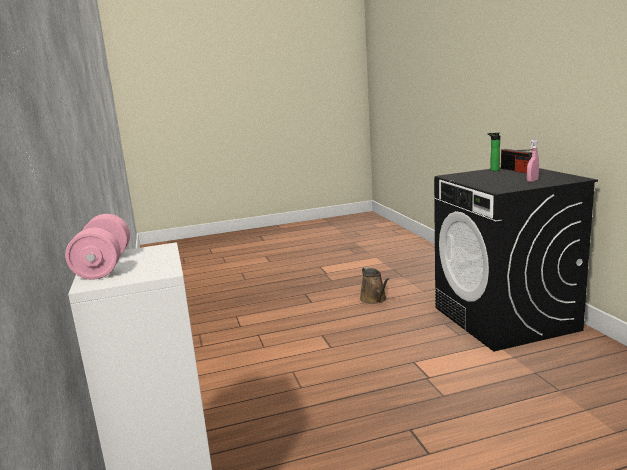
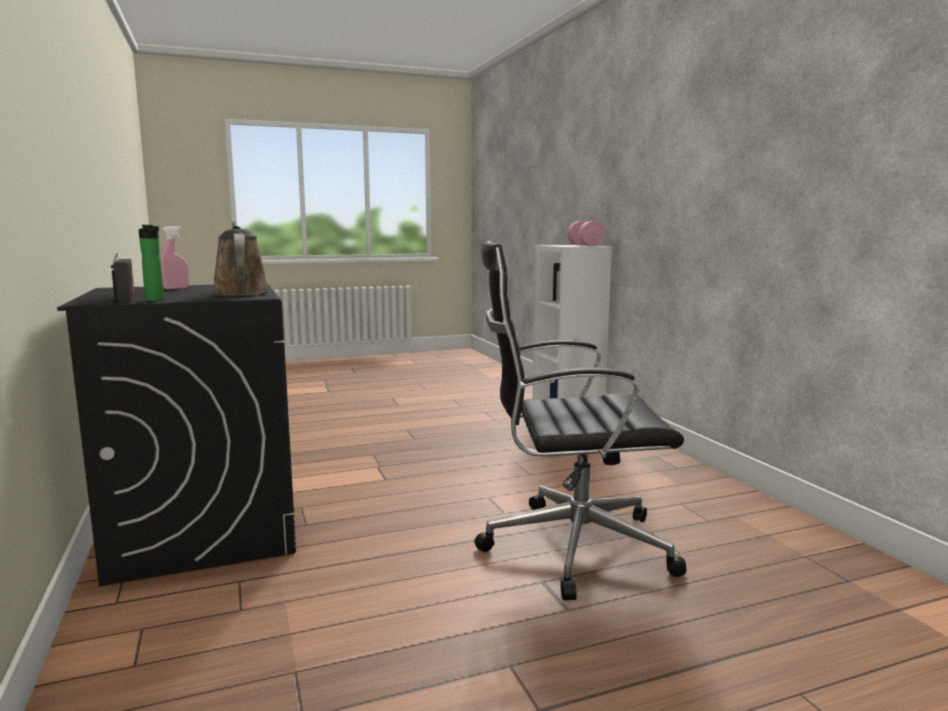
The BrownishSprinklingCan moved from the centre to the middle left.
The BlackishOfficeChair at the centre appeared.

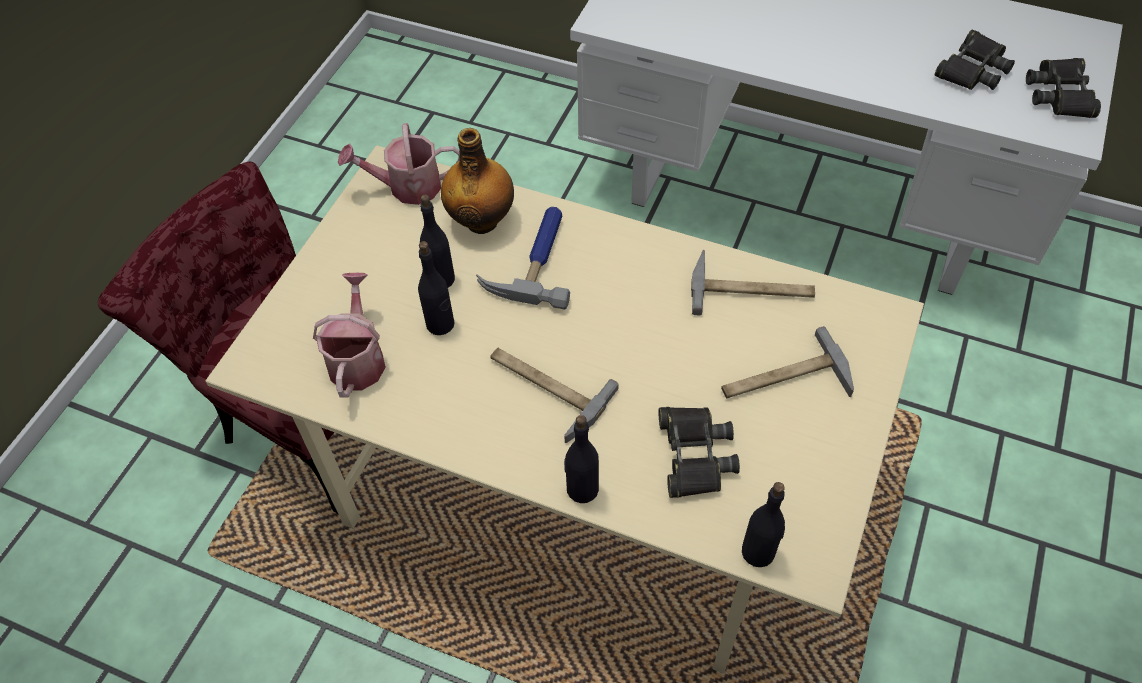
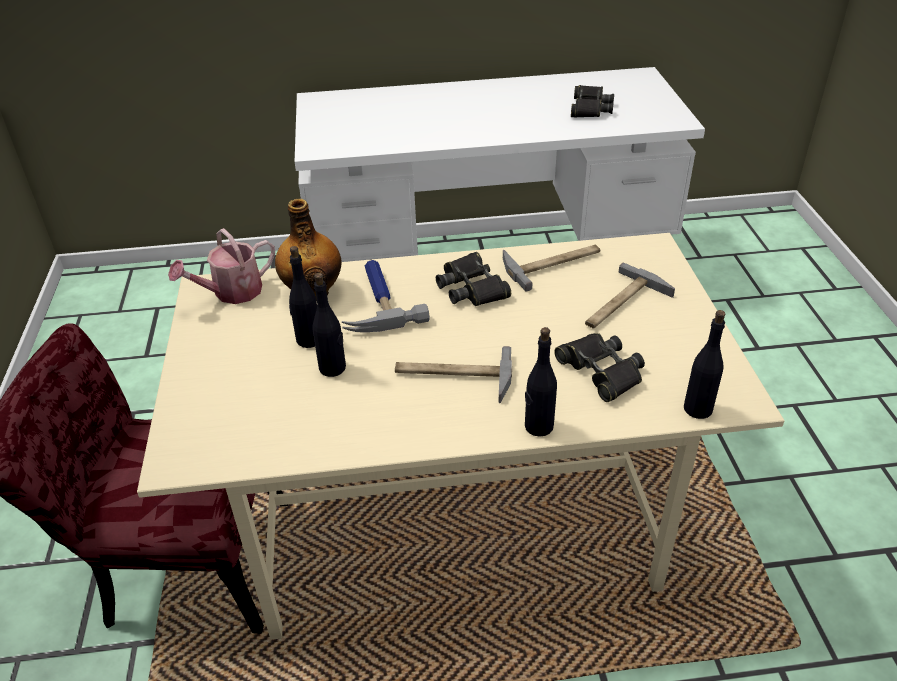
The BlackishBinoculars (no. 3 from left in the first image) moved from the top right to the centre.
The SprinklingCan (no. 1 from left) at the middle left disappeared.

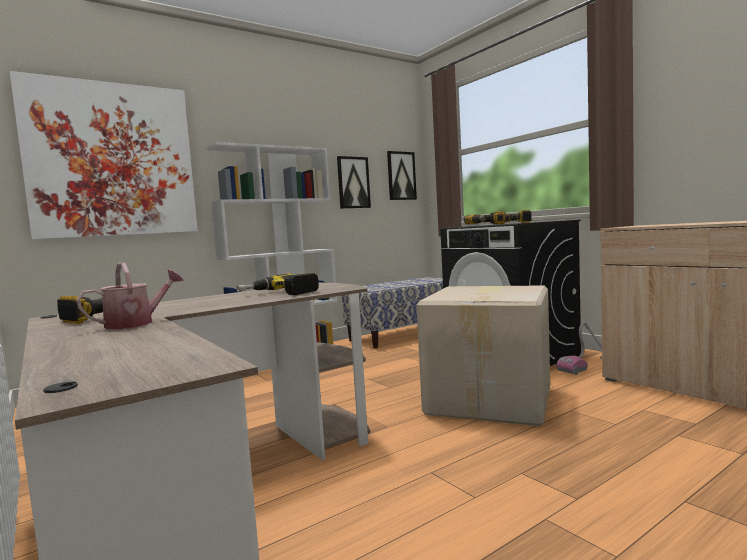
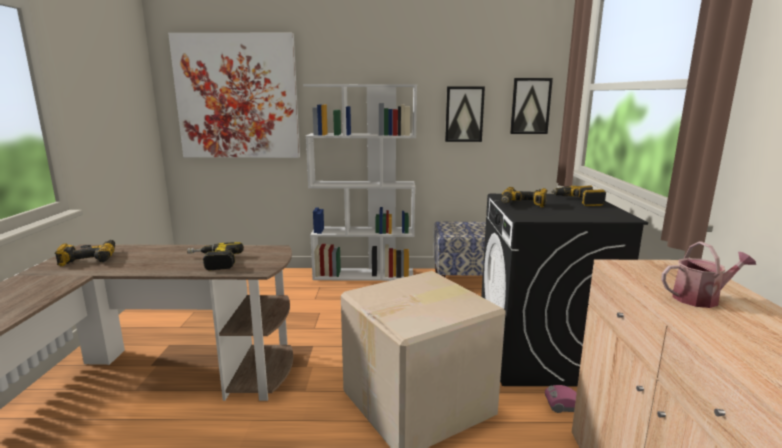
The SprinklingCan moved from the middle left to the middle right.

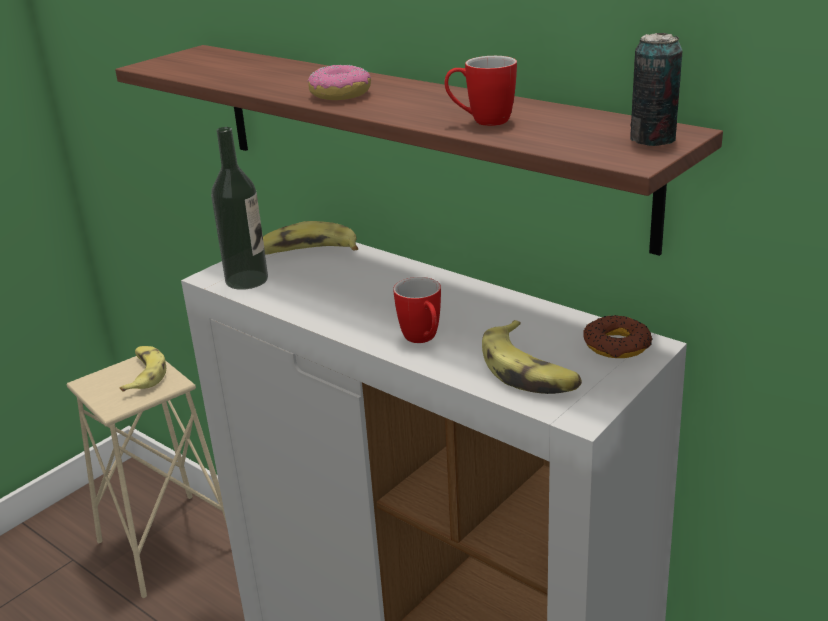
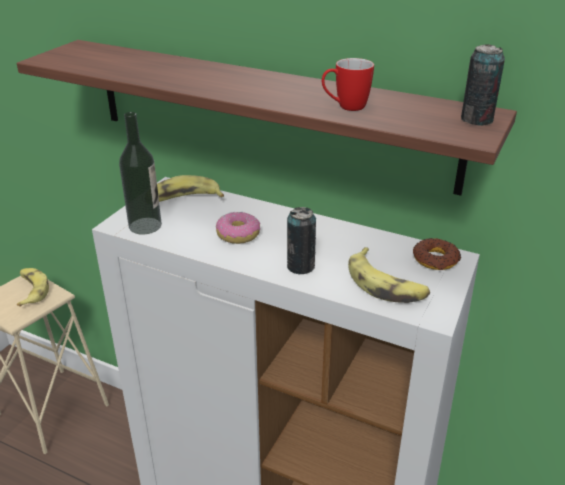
The Doughnut (no. 1 from left) moved from the top centre to the centre.
The Mug (no. 1 from left) at the centre was replaced by the SealedCan (no. 1 from left) at the centre.

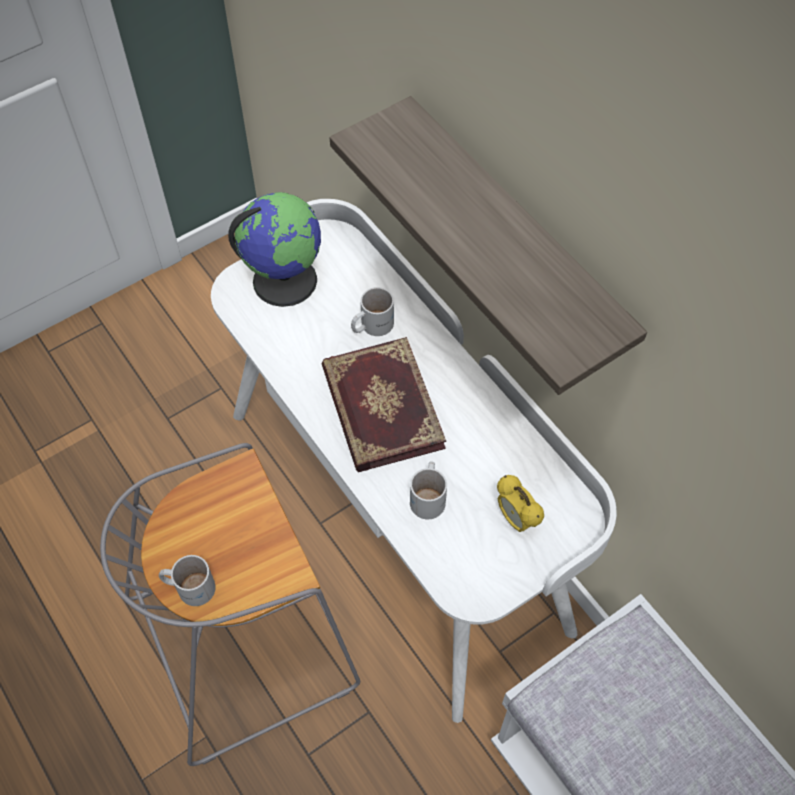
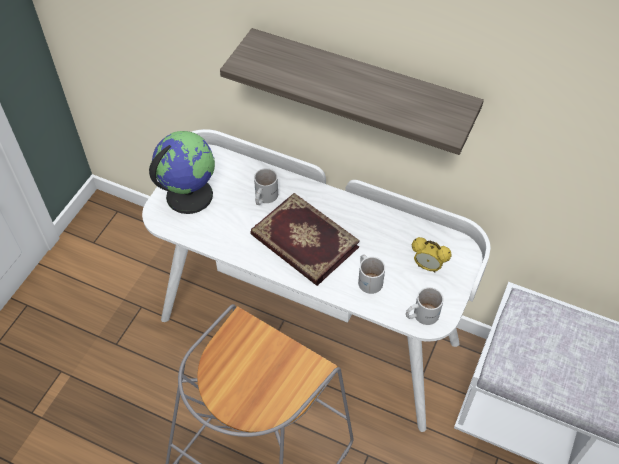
The WhiteMug (no. 1 from left in the first image) moved from the bottom left to the middle right.

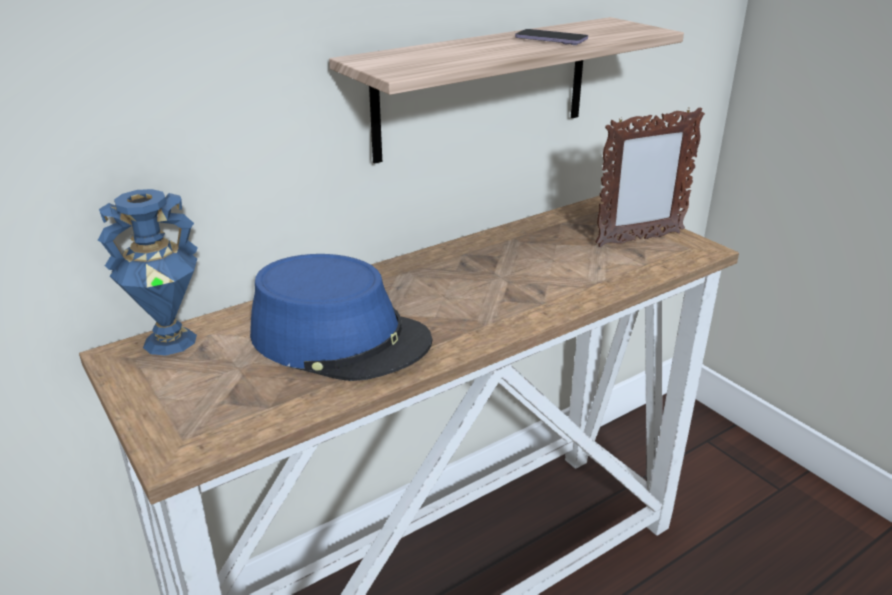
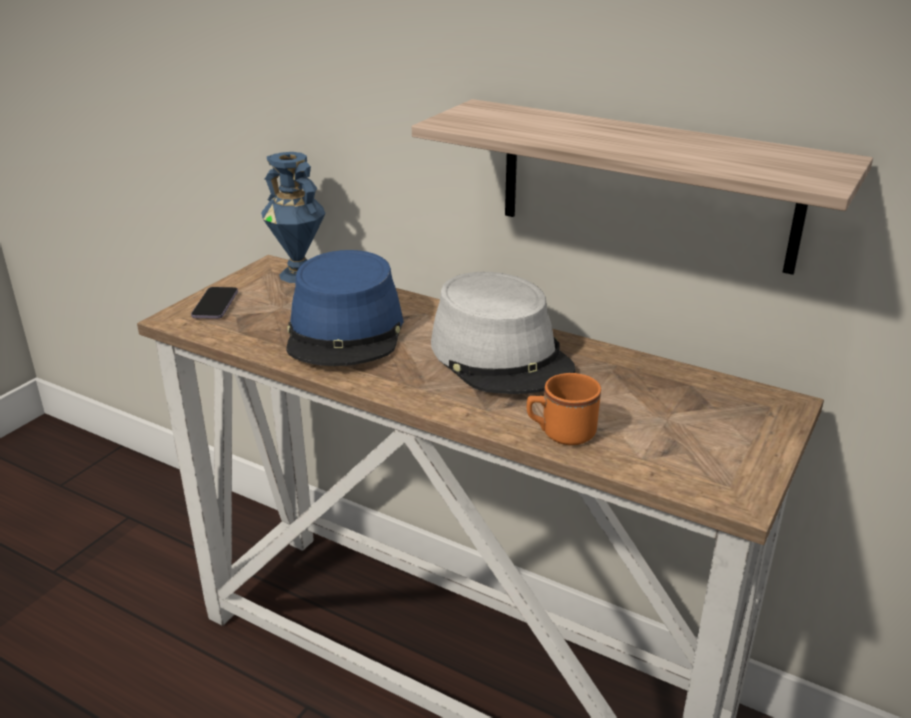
The Telephone moved from the top centre to the middle left.
The GreyishWearableHat at the centre appeared.
The OrangeColouredMug at the centre appeared.
The PhotoFrame at the top right disappeared.

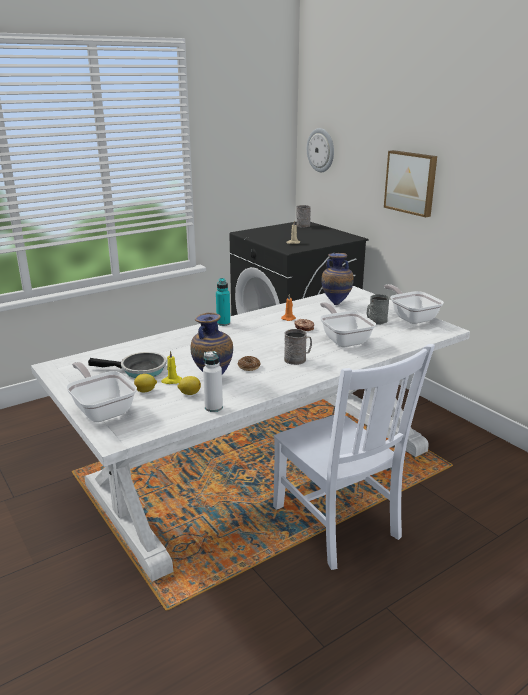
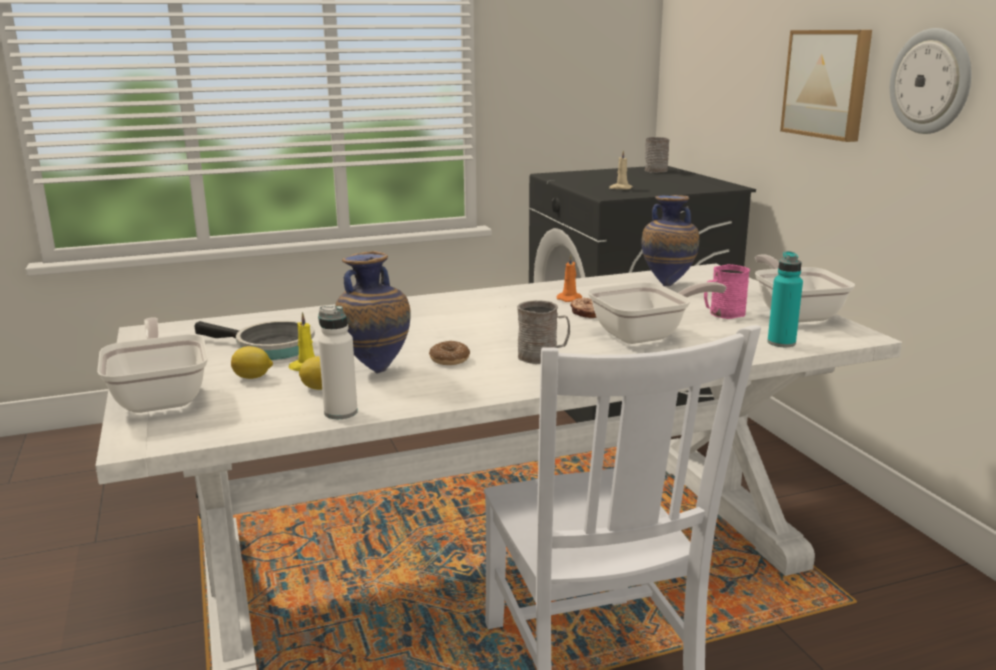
The Skillet (no. 3 from left) at the centre turned 75 degrees clockwise.
The GreyishMug (no. 3 from left) at the middle right became the PinkColouredMug at the middle right.
The TurquoiseColouredBeverageBottle moved from the centre to the middle right.
The HangingClock moved from the top centre to the top right.

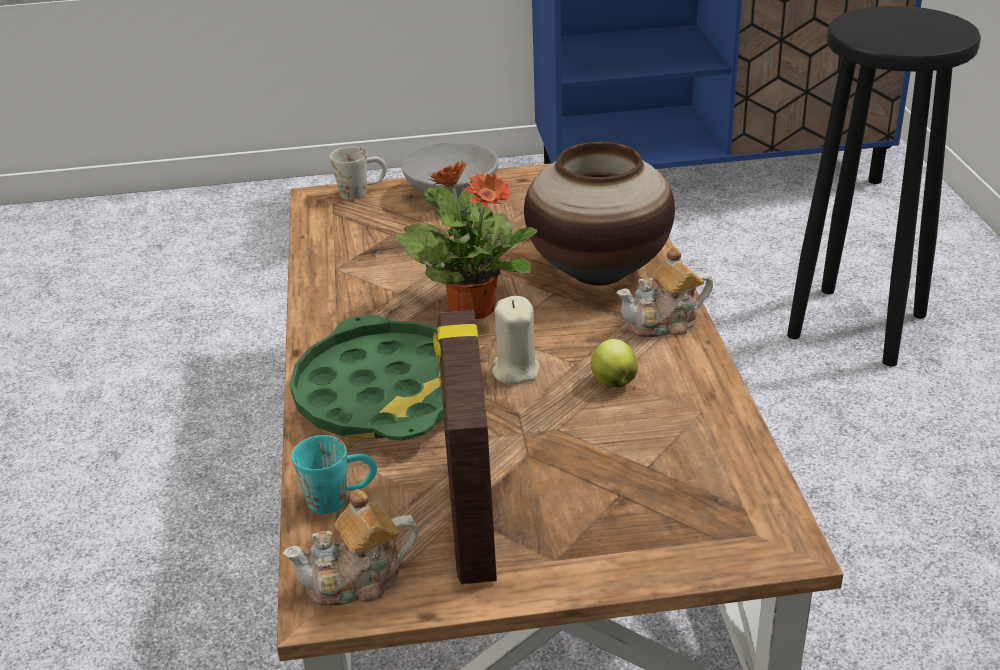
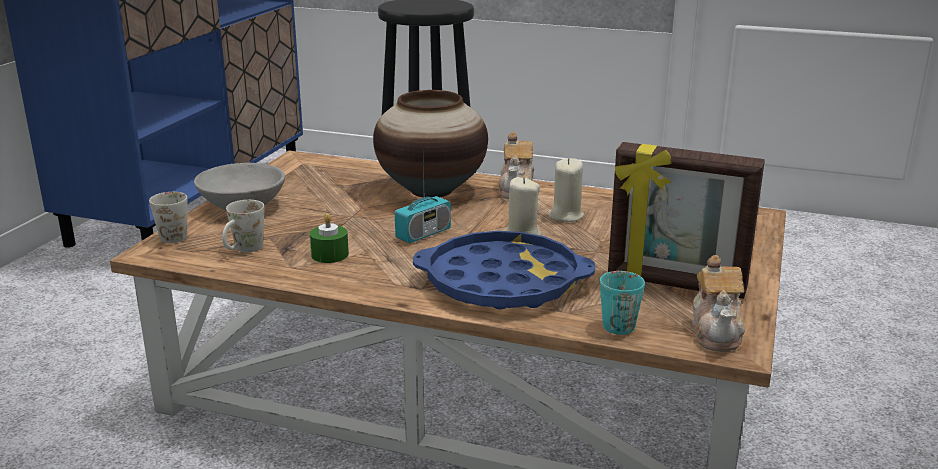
The WhiteMug (no. 2 from left) at the middle left appeared.
The GreenColouredCandle at the centre appeared.
The PottedPlant at the centre was replaced by the RadioSet at the centre.
The GreenColouredCarryingTray at the centre became the BluishCarryingTray at the centre.
The AppleFruit at the centre was replaced by the BeigeCandle (no. 2 from left) at the centre.

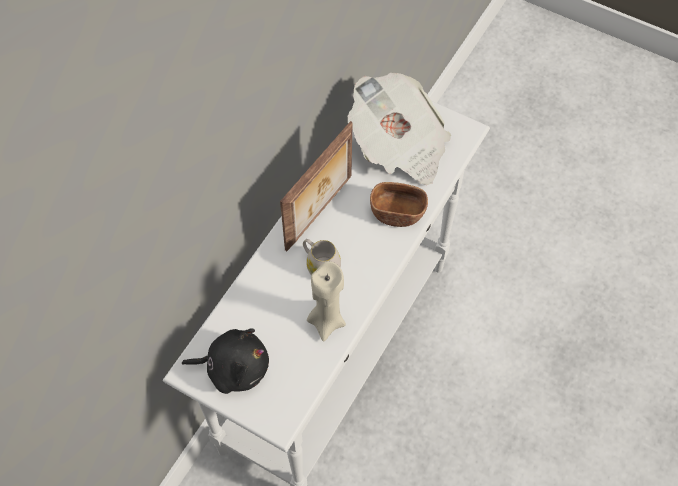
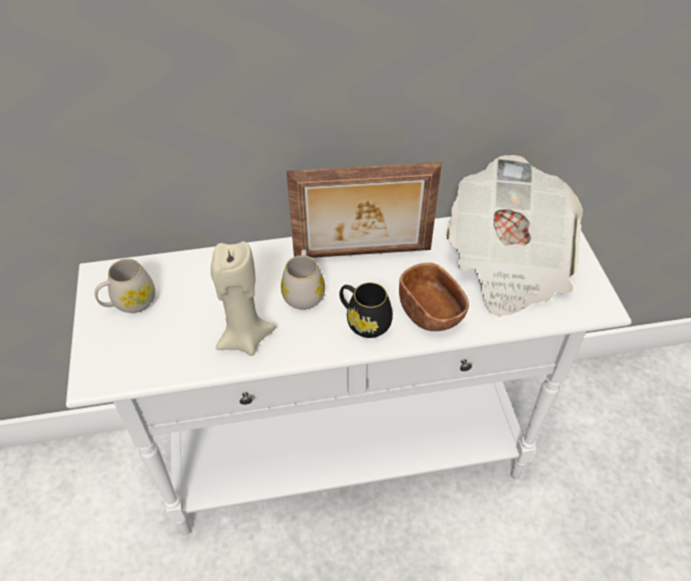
The BlackishSoftToy at the bottom left was replaced by the WhiteMug (no. 1 from left) at the middle left.
The BlackishMug at the centre appeared.

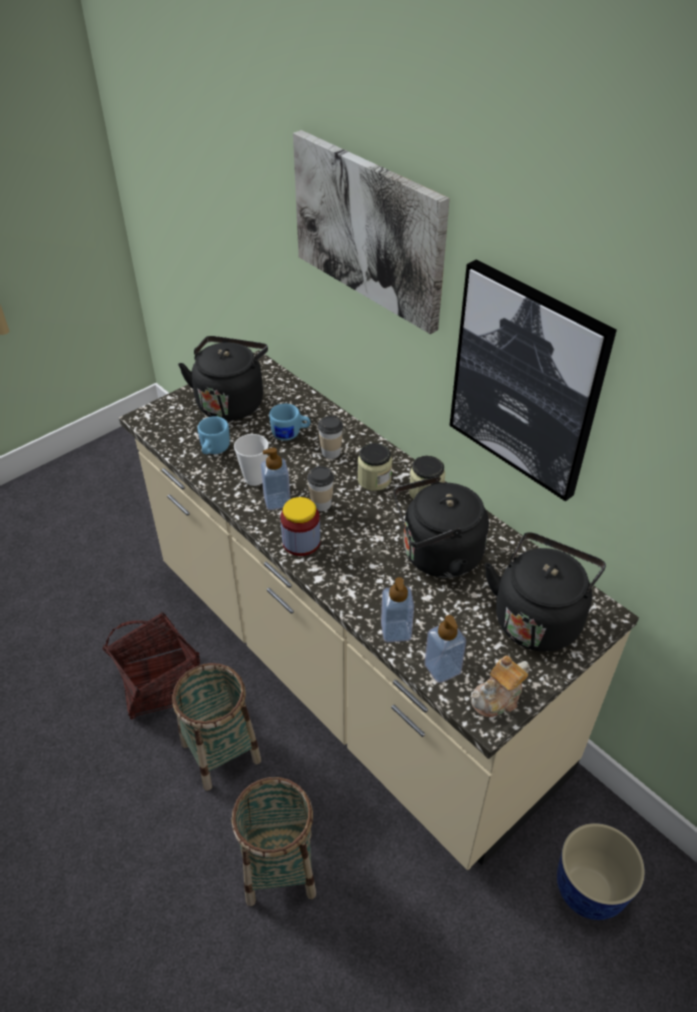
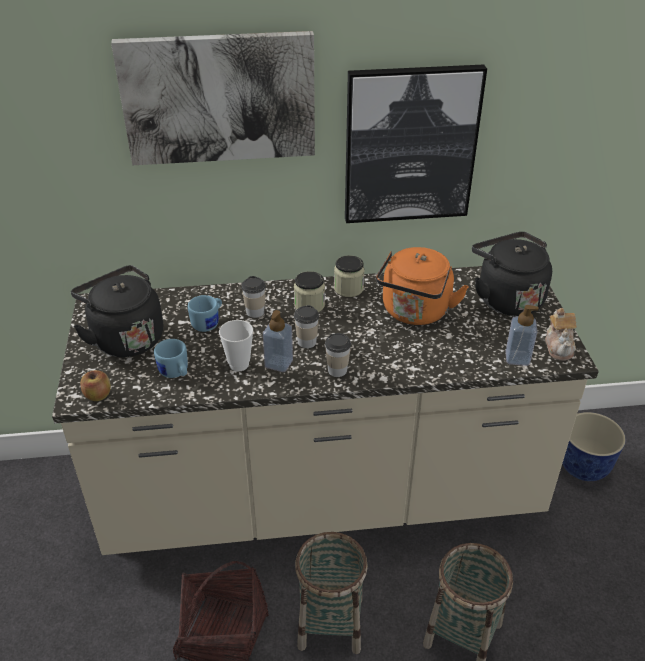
The AppleFruit at the middle left appeared.
The StorageJar (no. 1 from left) at the centre was replaced by the DrinkingCup (no. 4 from left) at the centre.
The BlackishWaterKettle (no. 2 from left) at the centre became the OrangeColouredWaterKettle at the centre.
The LiquidSoapBottle (no. 2 from left) at the centre disappeared.

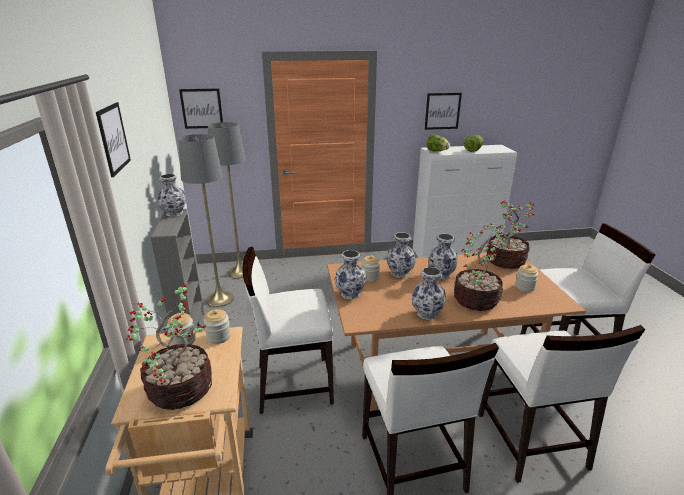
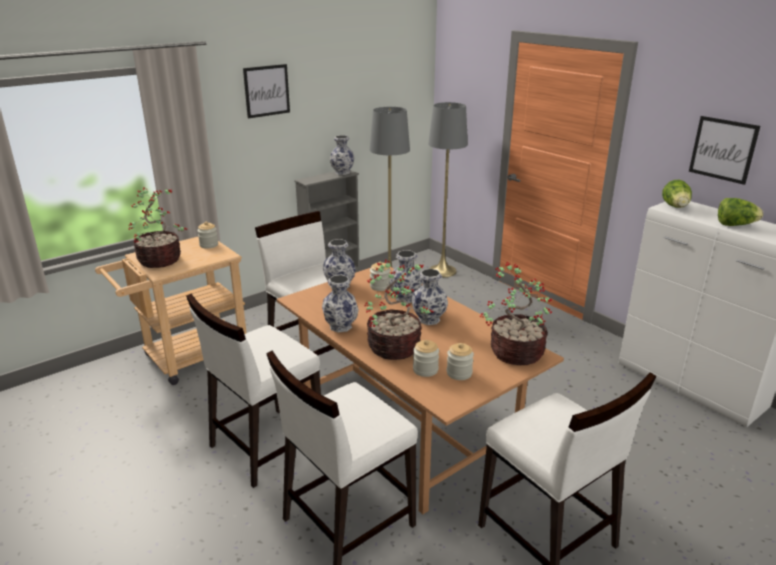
The StorageJar (no. 2 from left in the first image) moved from the middle left to the centre.
The WallArt (no. 2 from left) at the top left disappeared.

